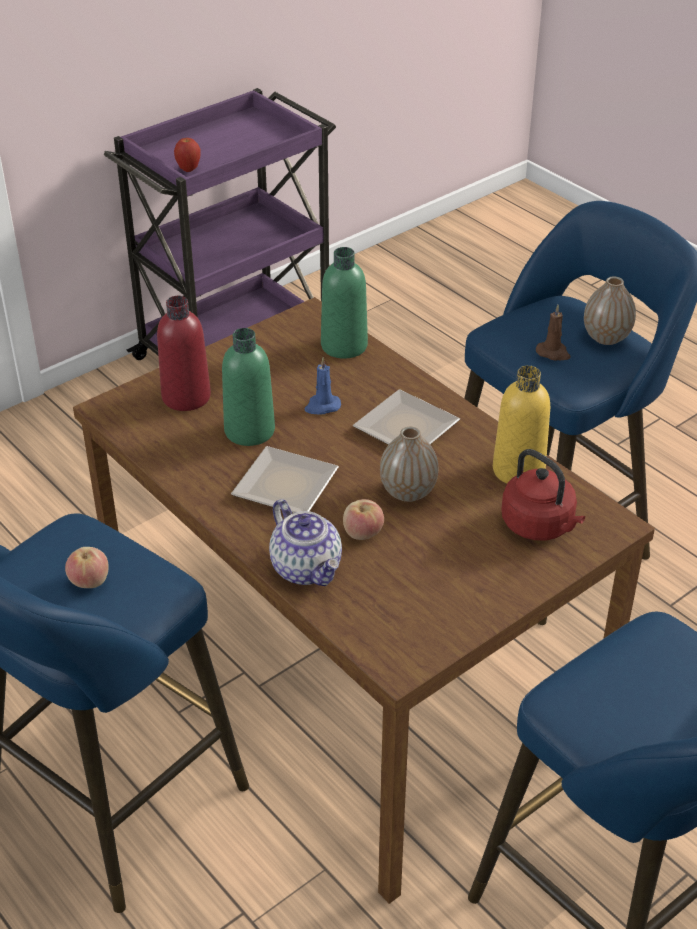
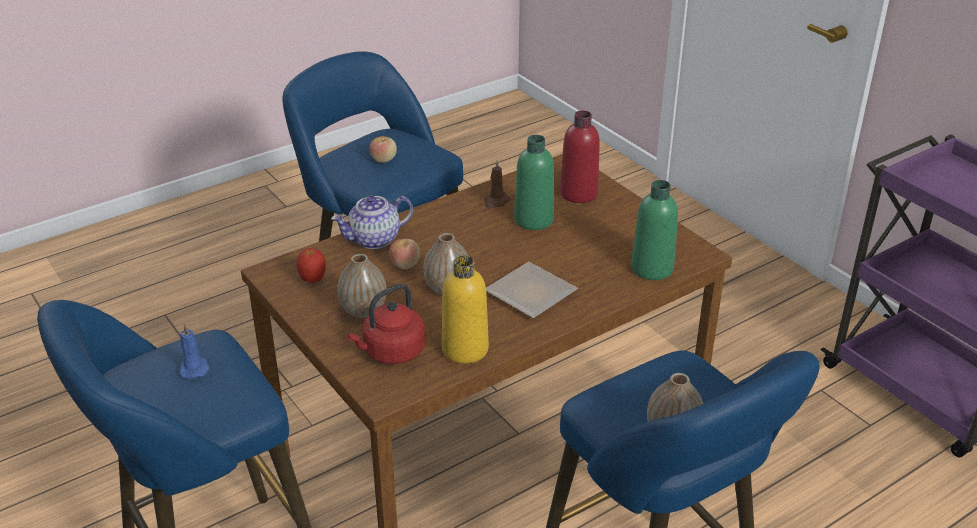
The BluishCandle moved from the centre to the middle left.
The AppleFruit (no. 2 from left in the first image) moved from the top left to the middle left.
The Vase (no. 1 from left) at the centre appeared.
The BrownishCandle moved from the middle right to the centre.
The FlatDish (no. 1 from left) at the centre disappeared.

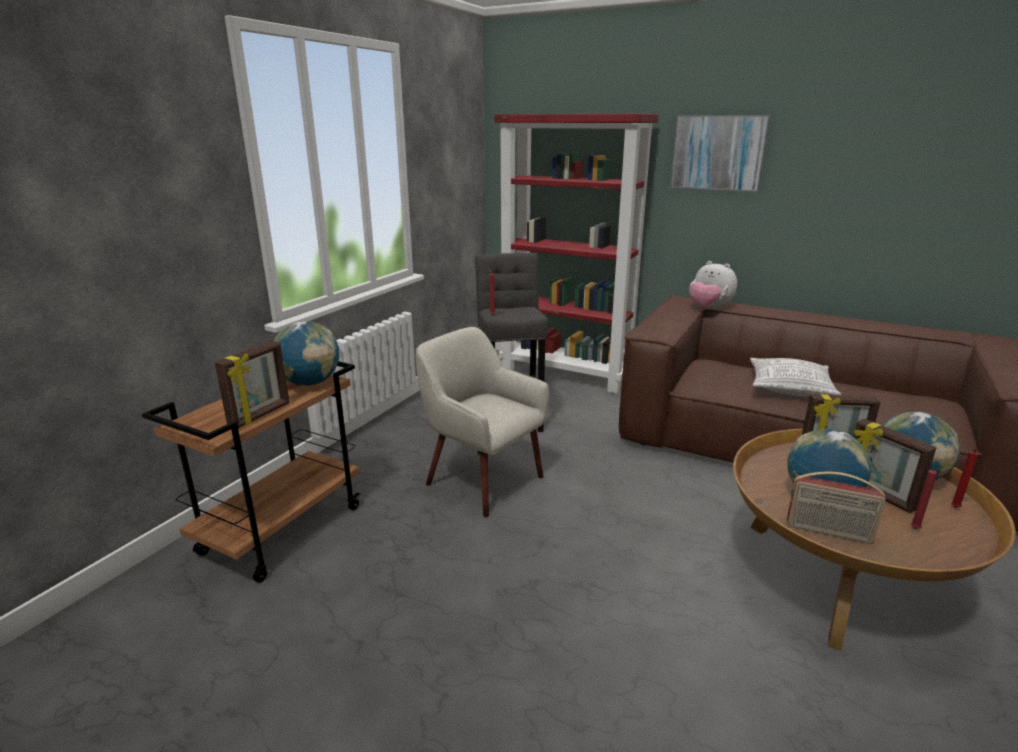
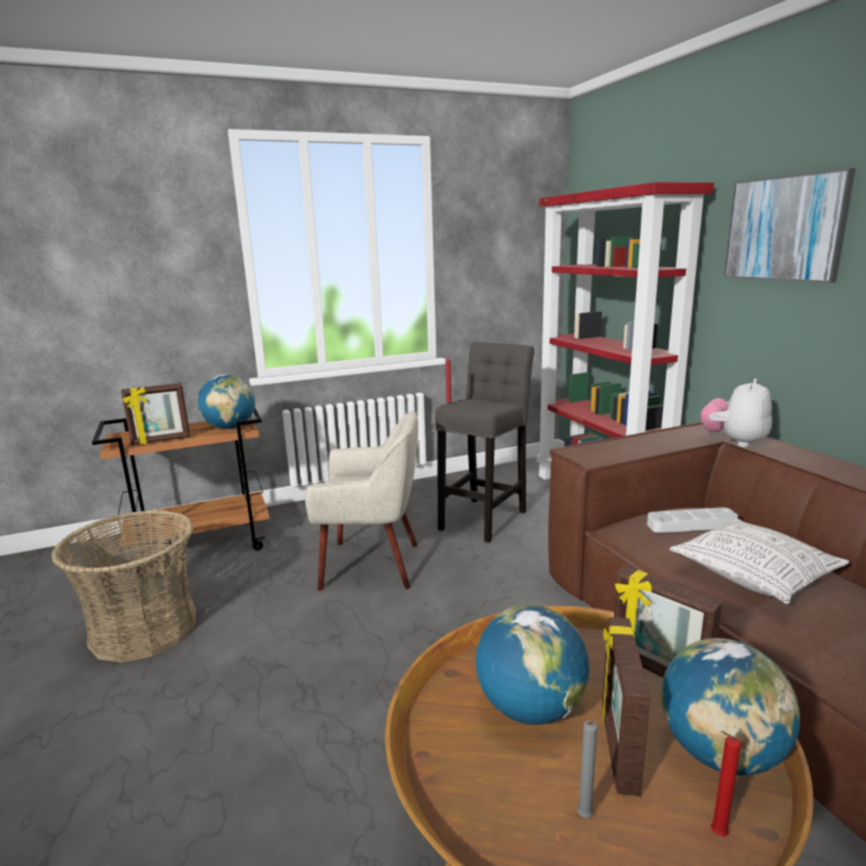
The StorageBasket at the bottom left appeared.
The BeigeEasyChair at the centre turned 105 degrees clockwise.
The RedCandle (no. 2 from left) at the middle right became the GreyishCandle at the bottom right.
The GreyishCarryingTray at the middle right appeared.
The SoftToy at the middle right turned 45 degrees clockwise.
The RadioSet at the bottom right disappeared.

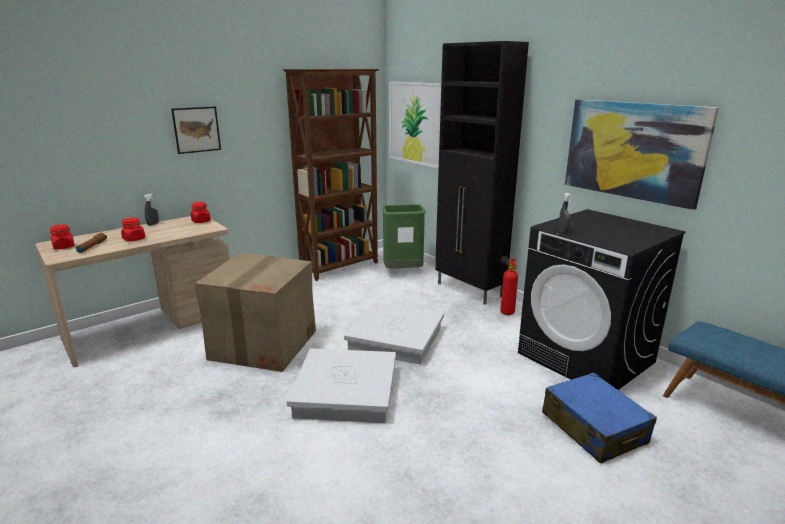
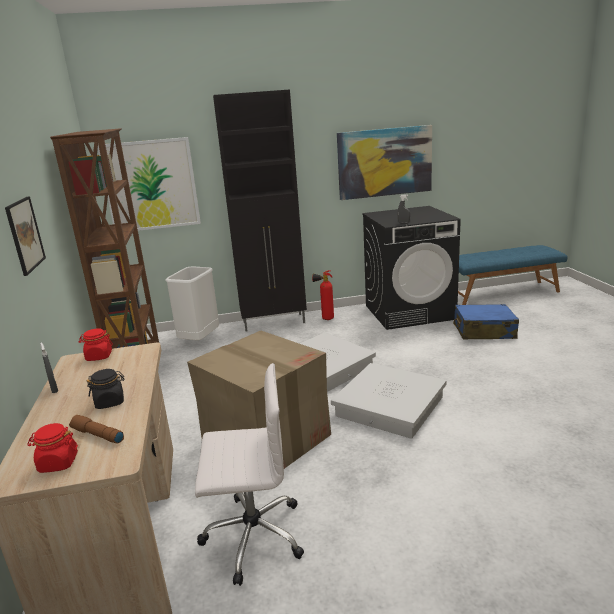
The RedStorageJar (no. 2 from left) at the middle left became the BlackishStorageJar at the middle left.
The GreenColouredTrashCan at the centre became the WhiteTrashCan at the middle left.
The WhiteOfficeChair at the bottom centre appeared.

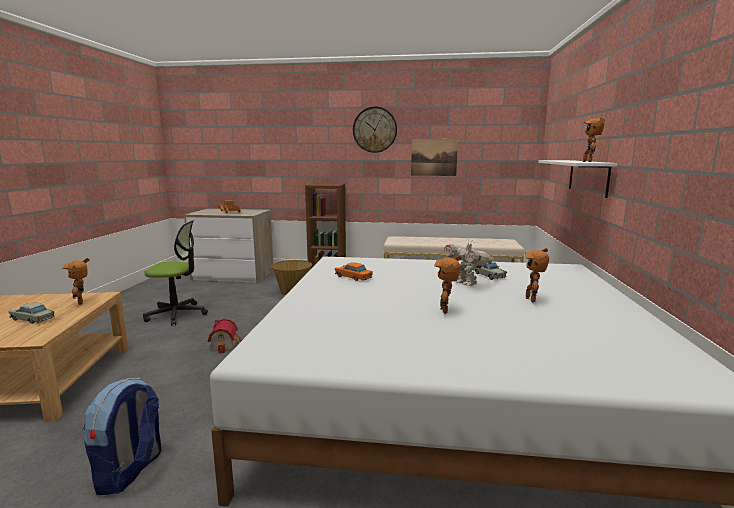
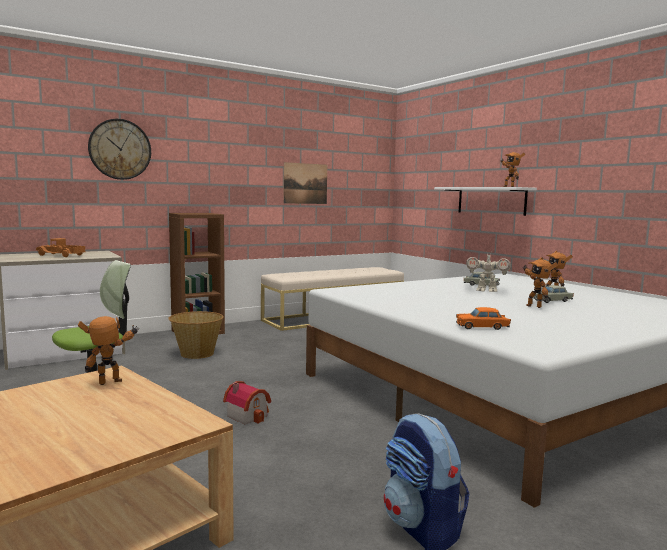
The RobotFigure (no. 1 from left) at the middle left turned 120 degrees clockwise.
The HangingClock moved from the top centre to the top left.
The OrangeColouredModelCar moved from the centre to the middle right.
The BeigeModelCar (no. 1 from left in the first image) moved from the middle left to the middle right.

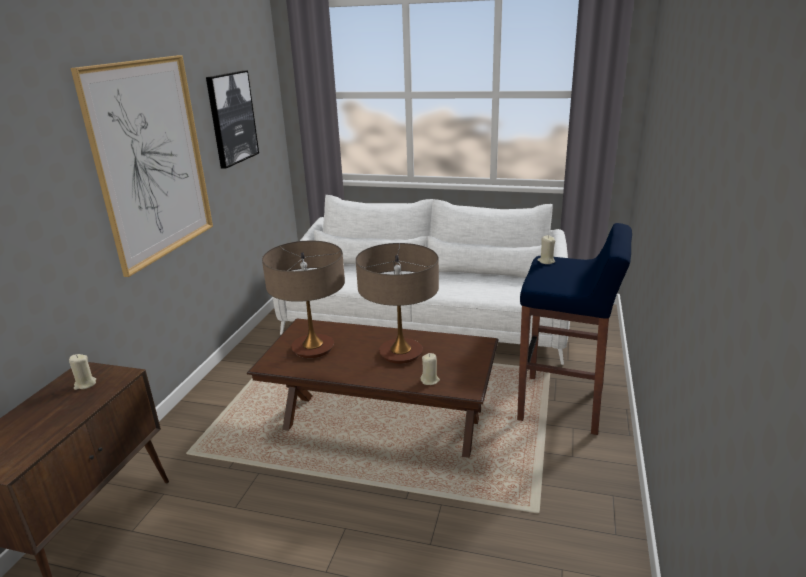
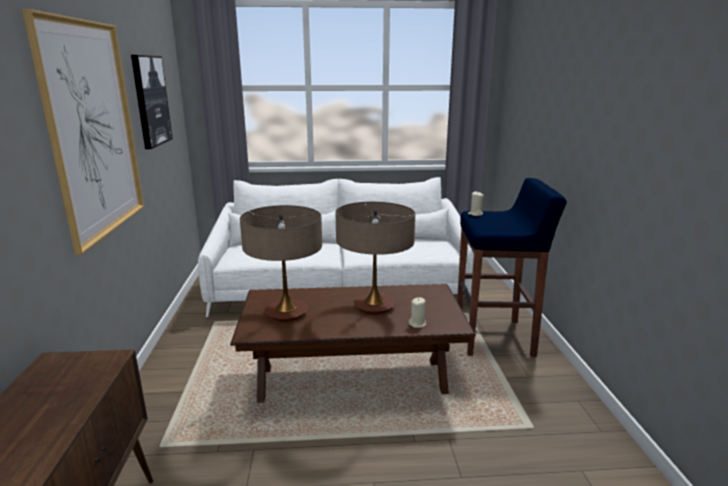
The BeigeCandle (no. 1 from left) at the middle left disappeared.

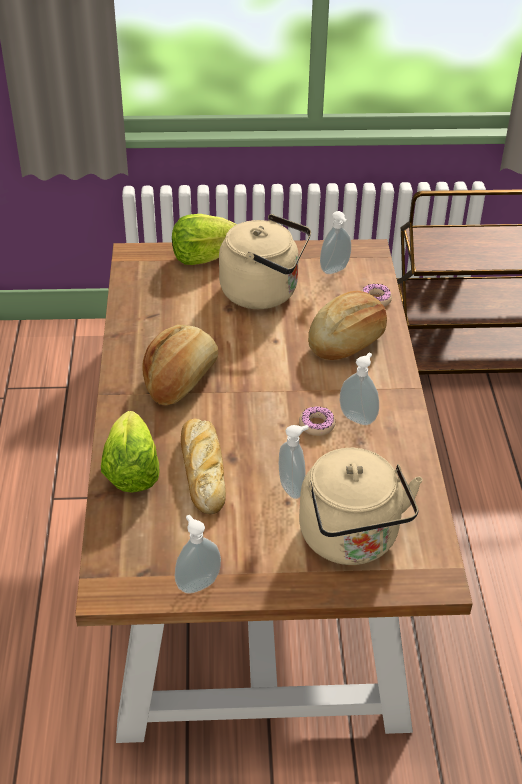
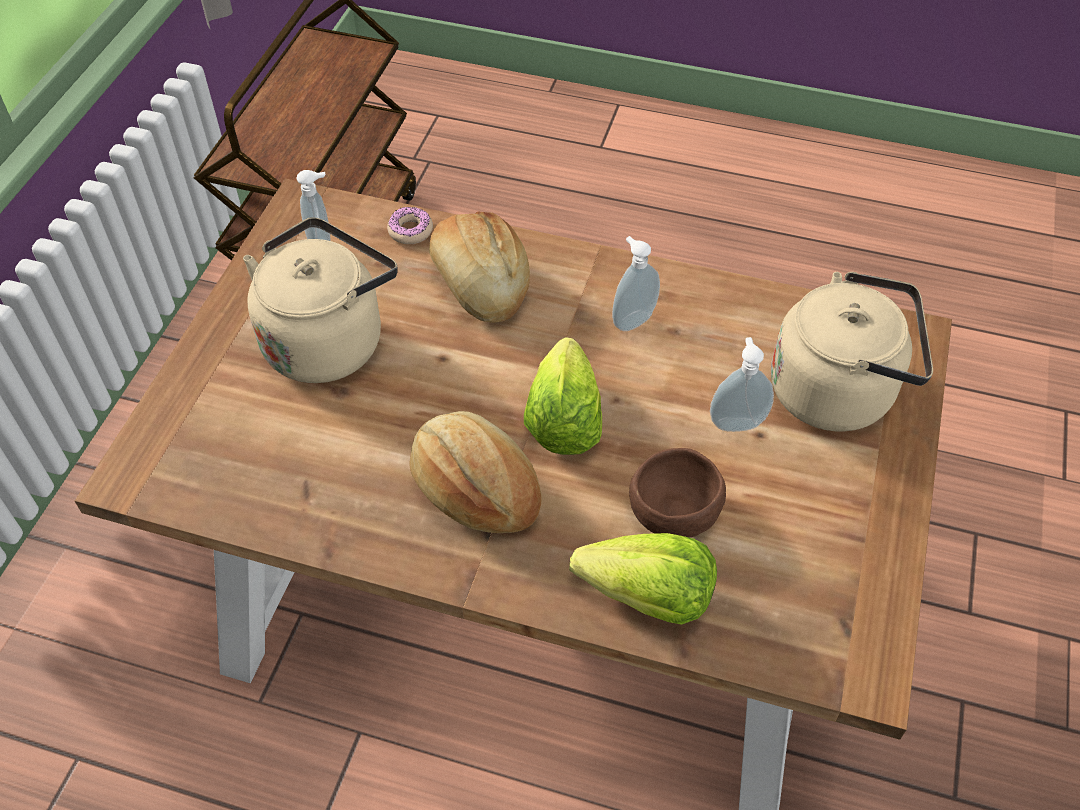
The HeadOfLettuce (no. 2 from left in the first image) moved from the top centre to the centre.
The BakedBread (no. 2 from left) at the centre was replaced by the BrownishServingBowl at the centre.
The LiquidSoapBottle (no. 1 from left) at the bottom centre disappeared.
The Doughnut (no. 1 from left) at the centre disappeared.

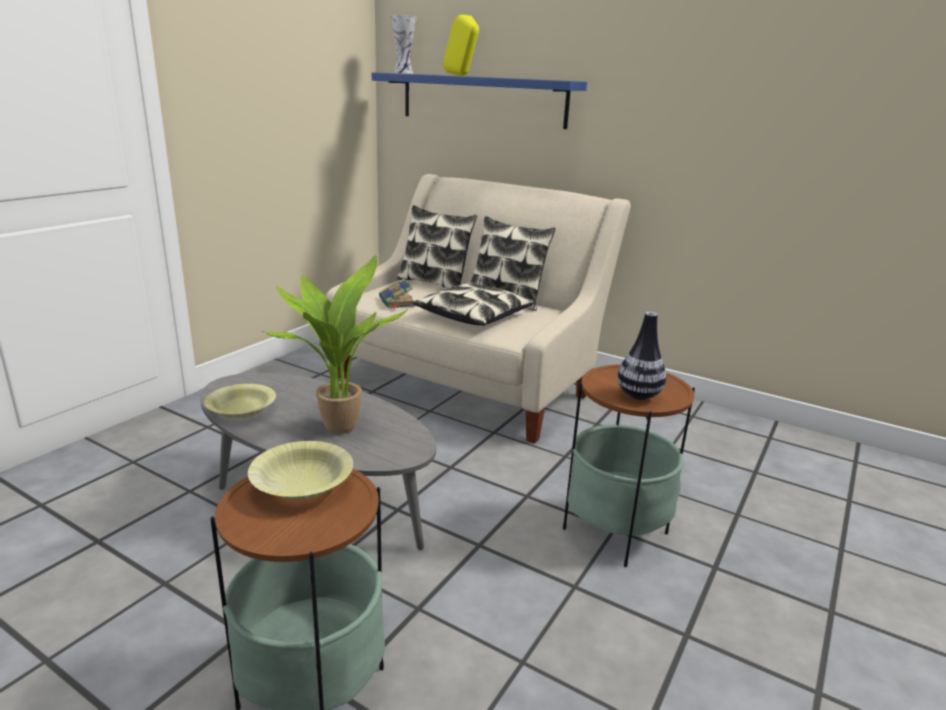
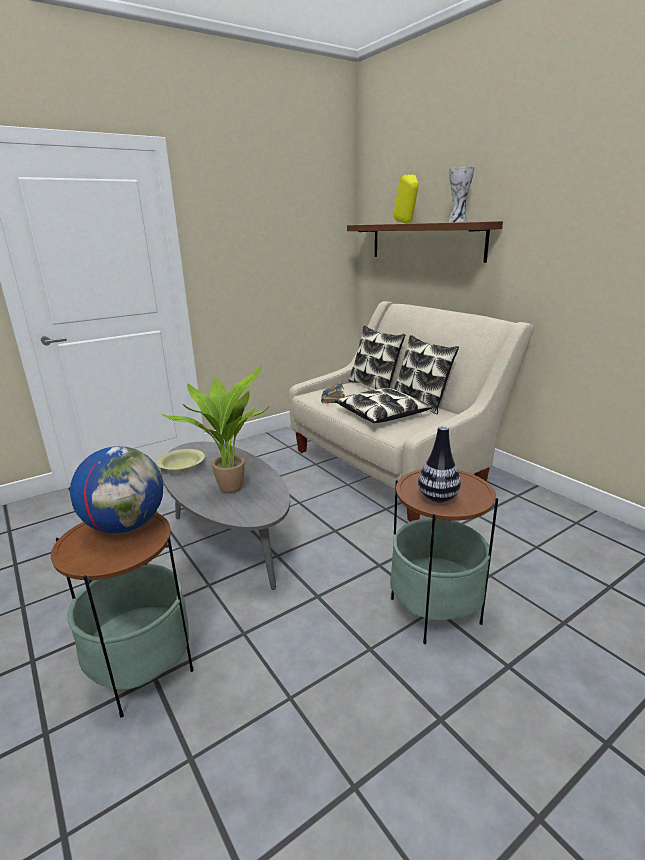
The YellowishServingBowl (no. 2 from left) at the middle left was replaced by the DeskGlobe at the middle left.
The BluishBracketShelf at the top centre became the BrownishBracketShelf at the top centre.
The Vase (no. 1 from left in the first image) moved from the top centre to the top right.

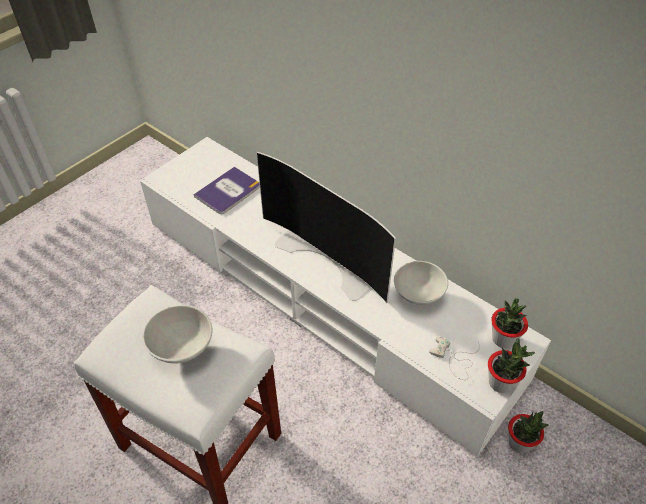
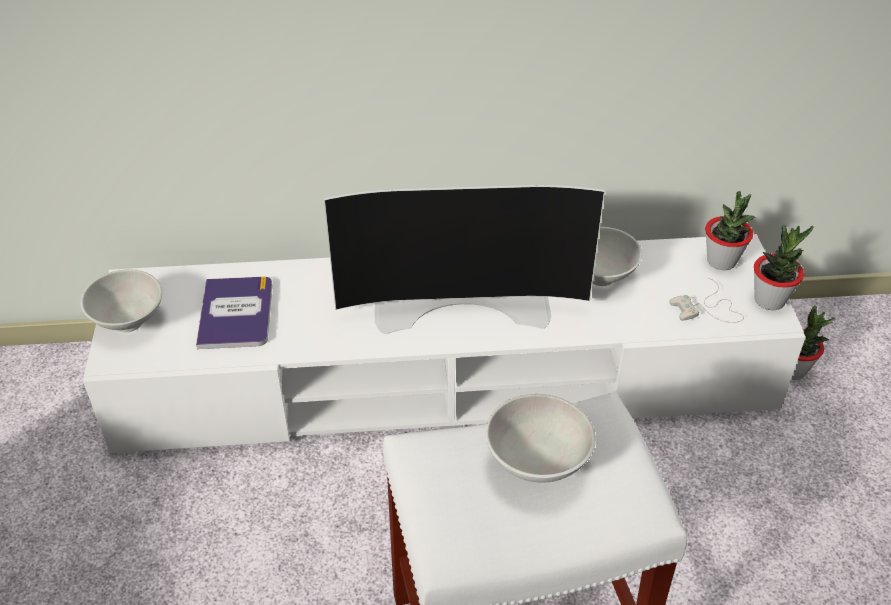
The WhiteServingBowl (no. 1 from left) at the middle left appeared.

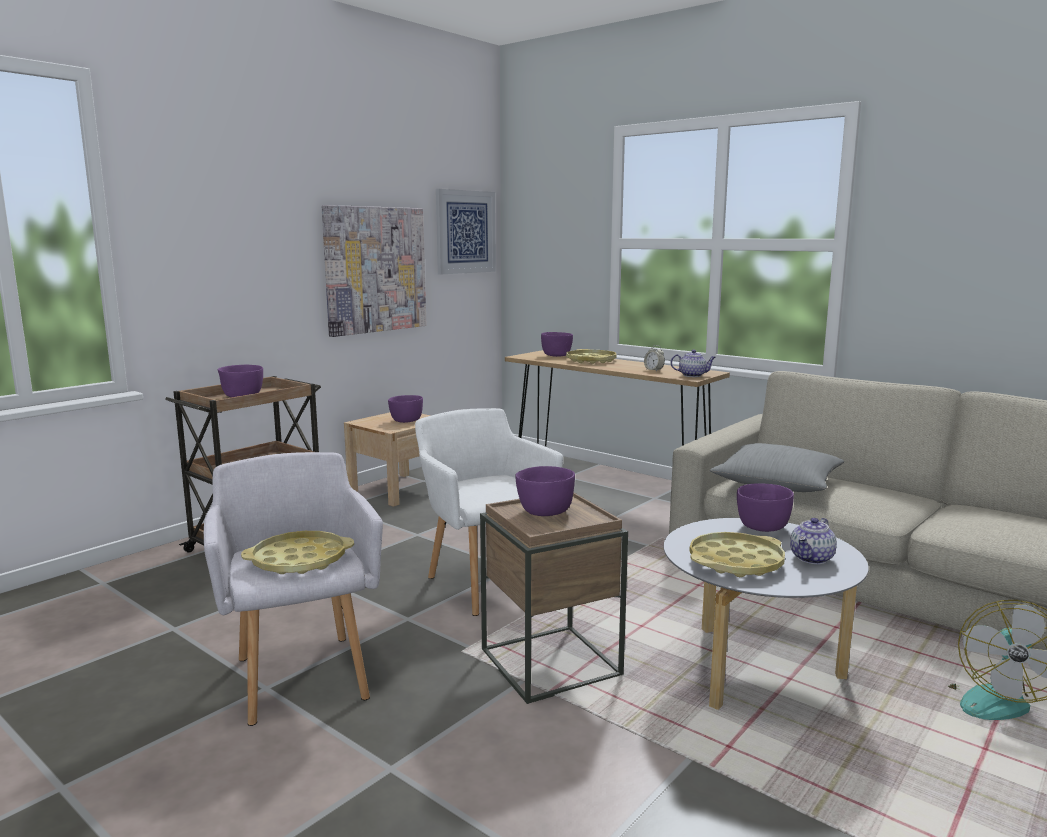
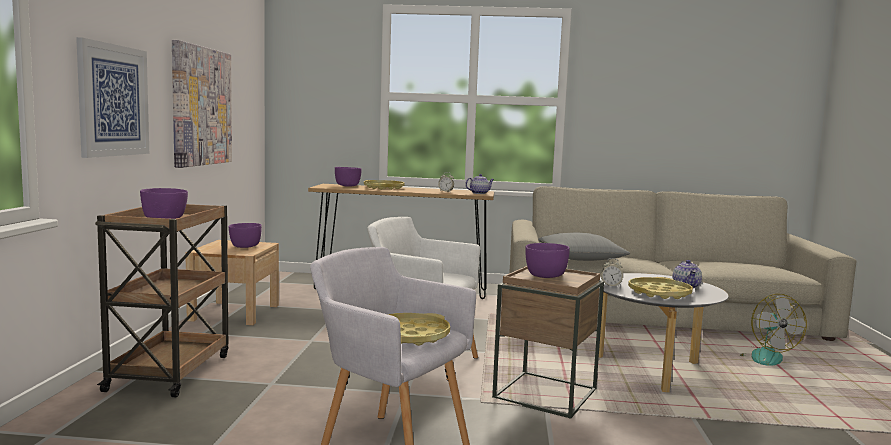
The WallArt (no. 2 from left in the first image) moved from the top centre to the top left.
The BedsideClock (no. 2 from left) at the middle right appeared.
The PurplishServingBowl (no. 5 from left) at the middle right disappeared.

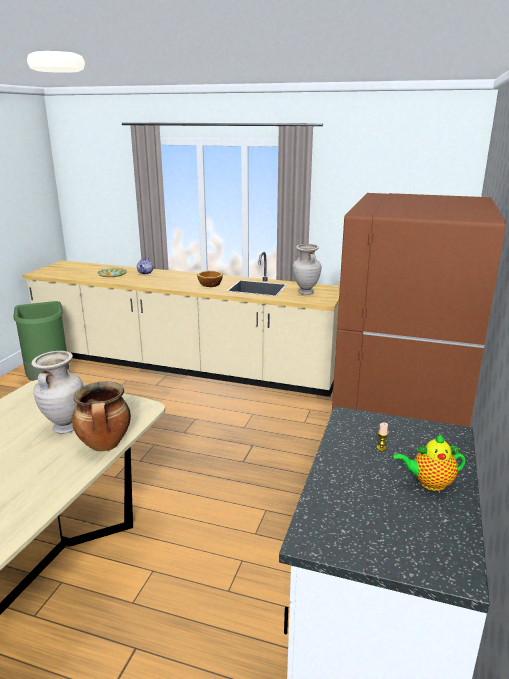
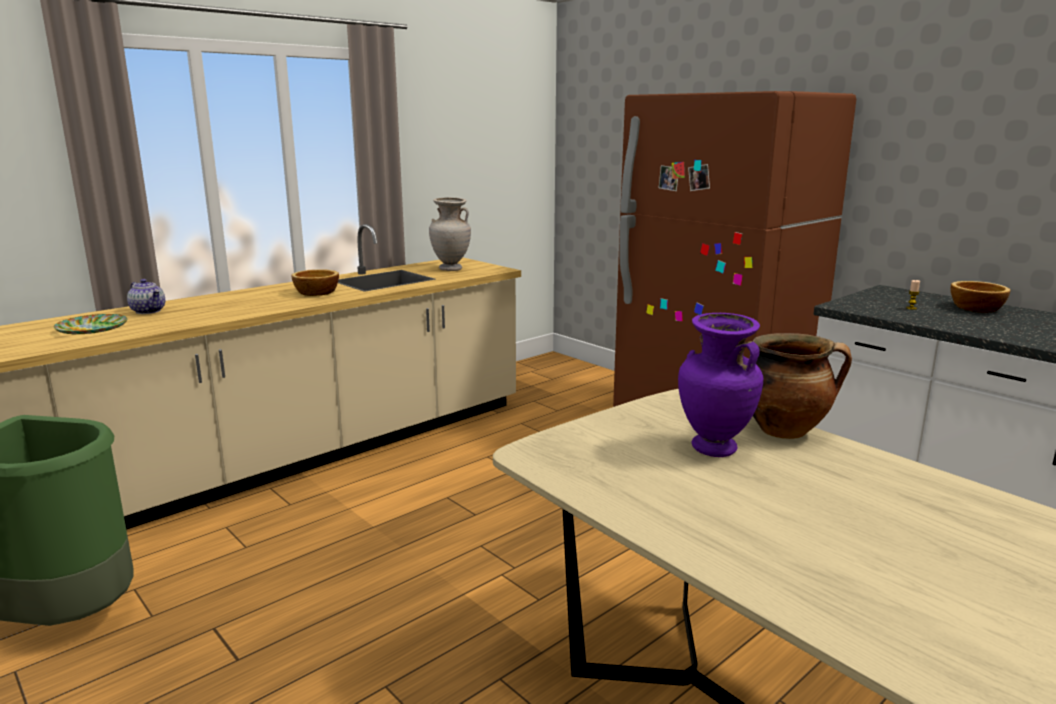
The BeigeVase (no. 1 from left) at the middle left became the PurplishVase at the middle right.
The PotForTea (no. 2 from left) at the bottom right was replaced by the ServingBowl (no. 2 from left) at the middle right.

